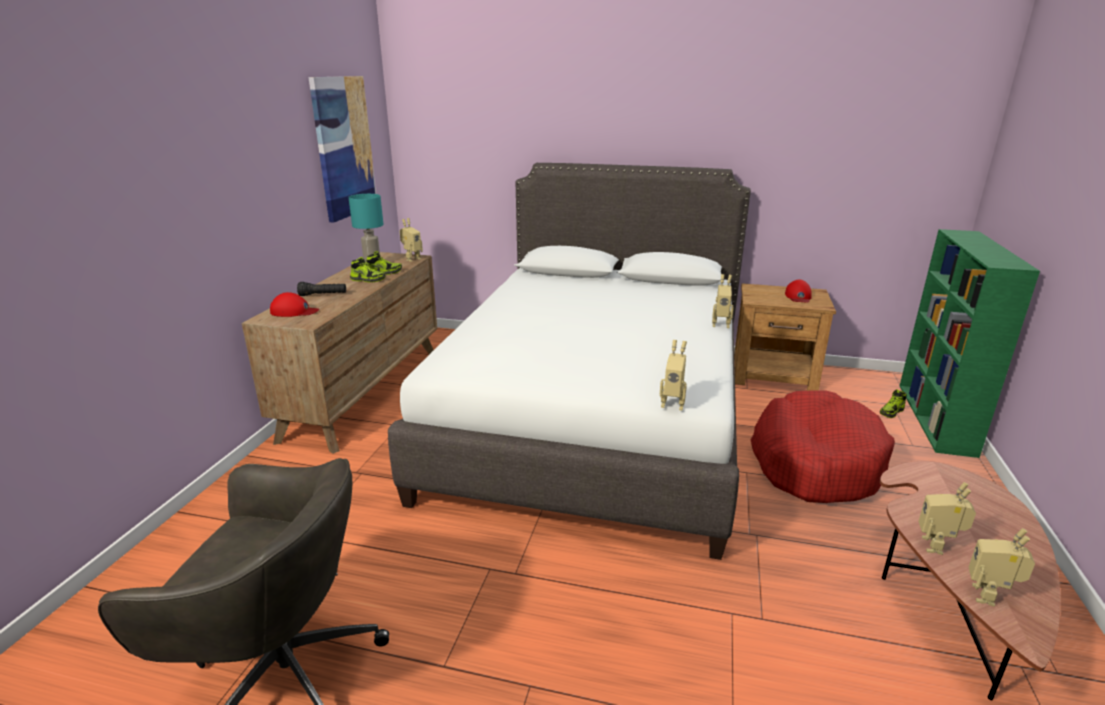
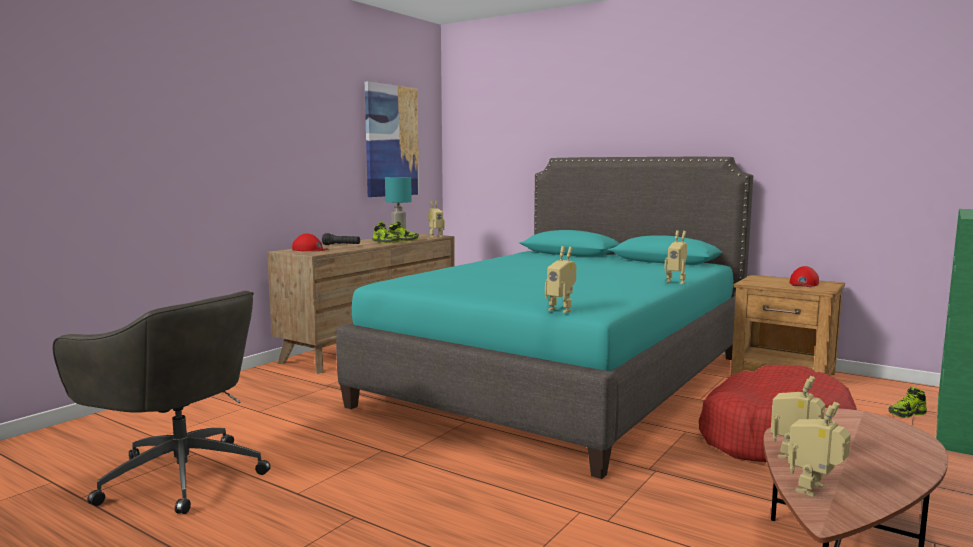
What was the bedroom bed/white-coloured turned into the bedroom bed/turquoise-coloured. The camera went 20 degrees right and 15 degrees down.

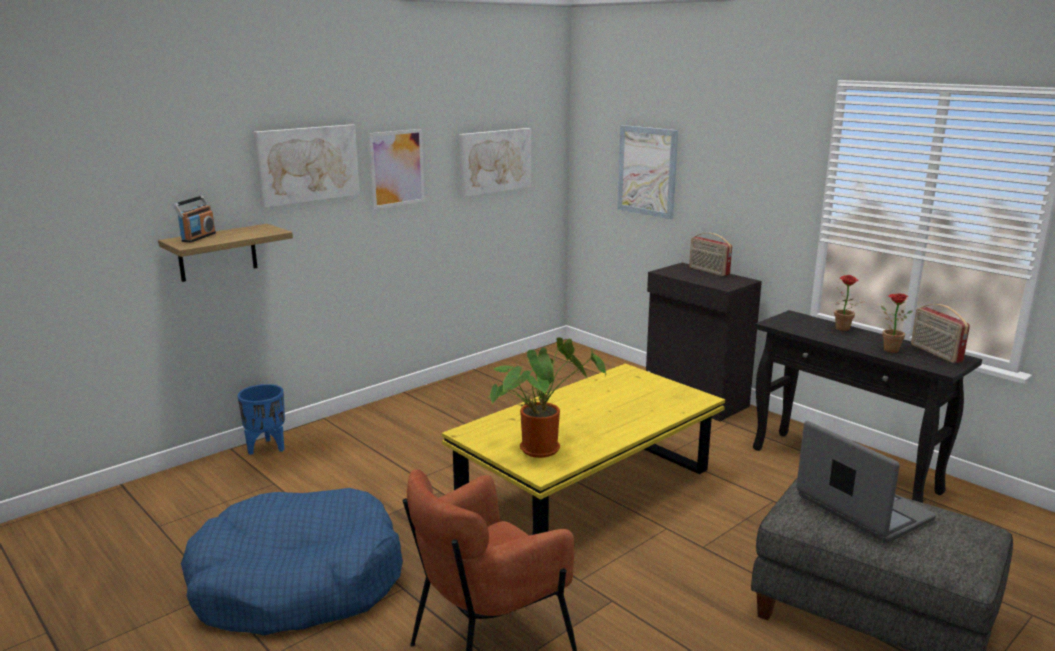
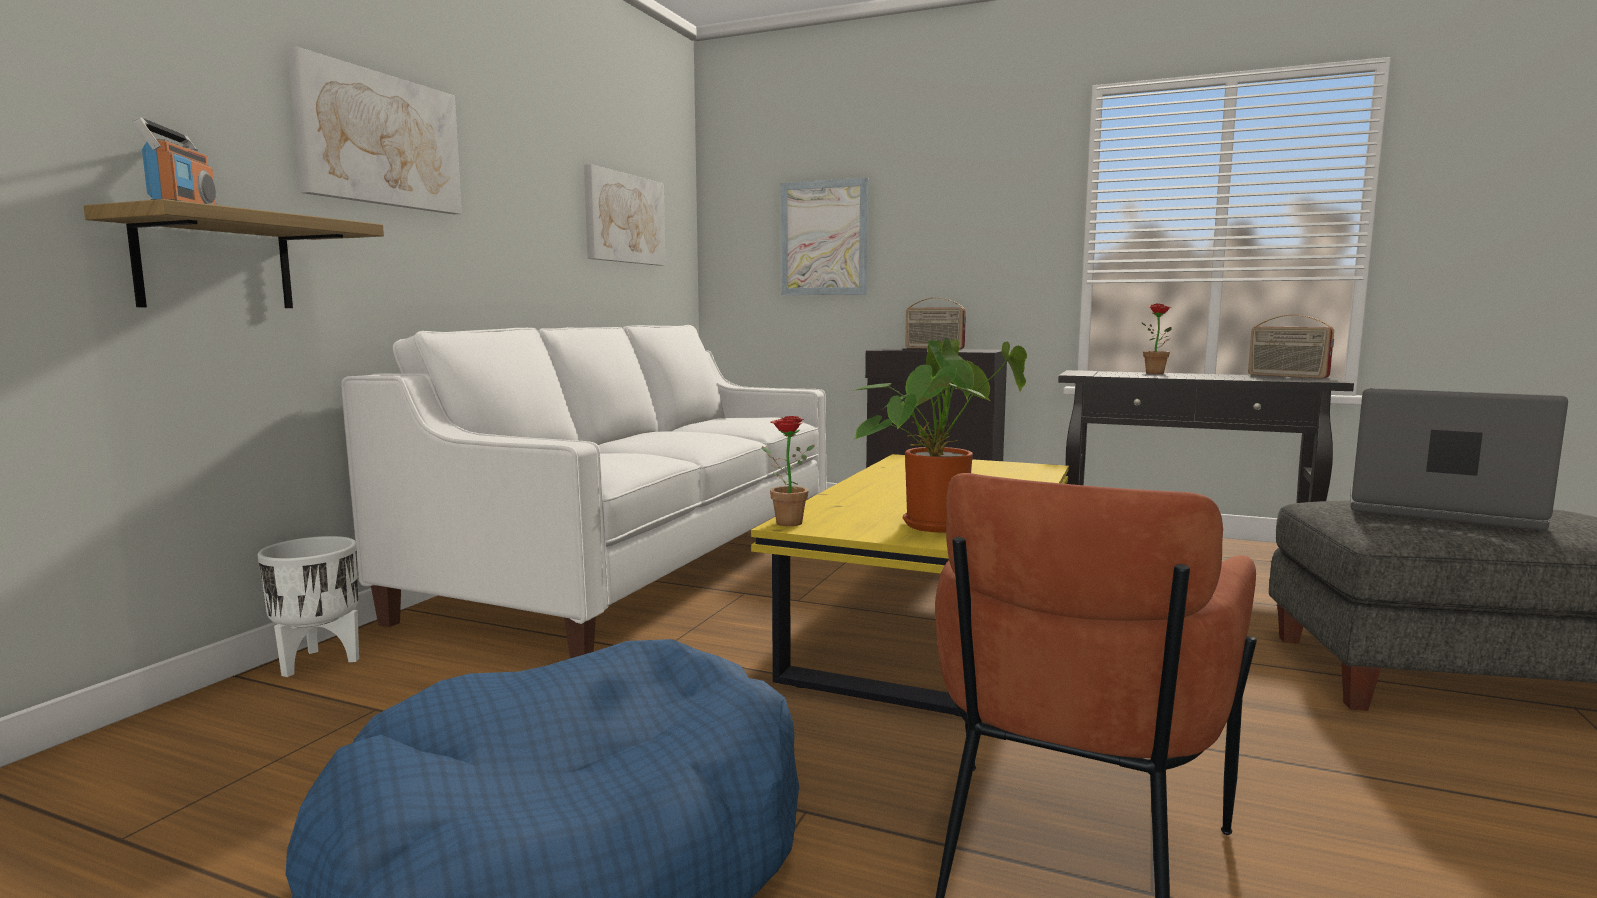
What was the plant pot/bluish turned into the plant pot/white-coloured. The second view lost the picture (2nd from left). The houseplant (3rd from left in the first image) ended up elsewhere. The second view gained the couch/white-coloured. The camera went 25 degrees left and 10 degrees down.

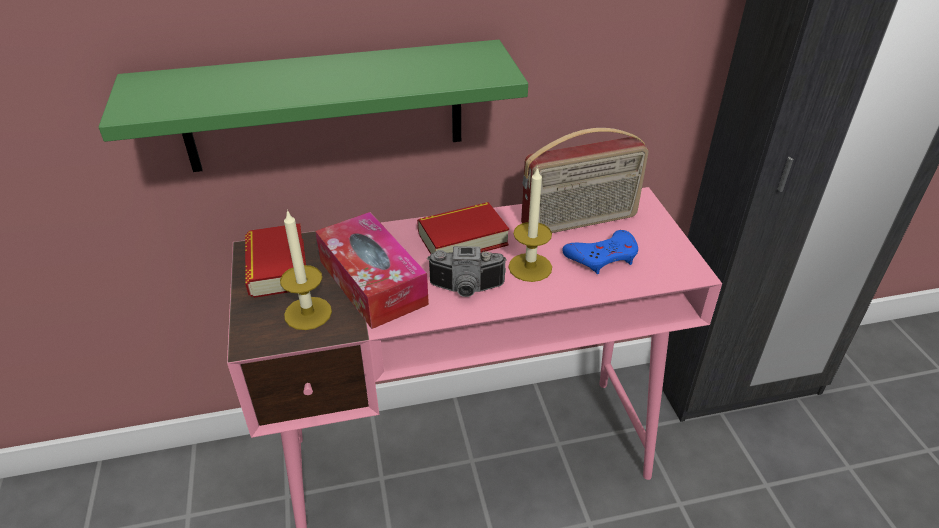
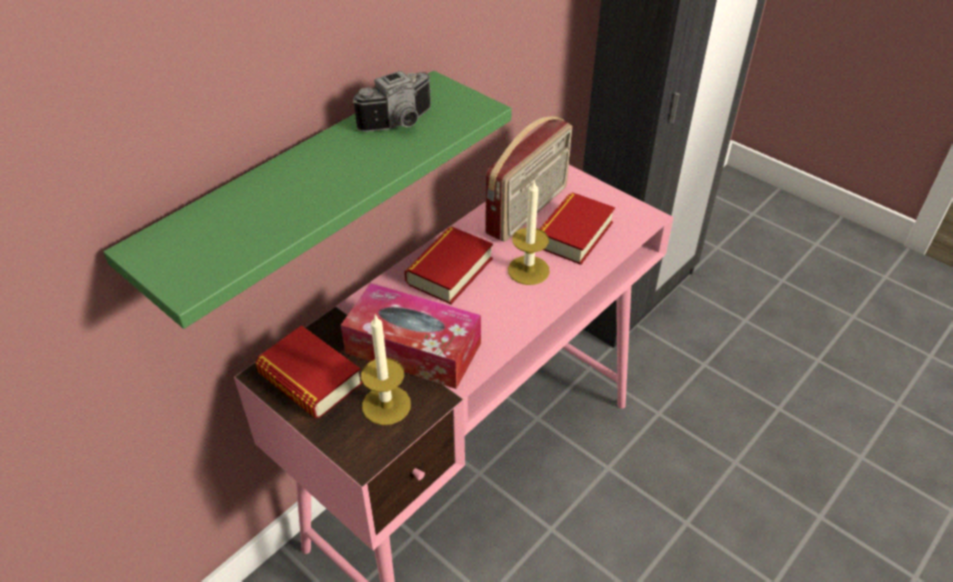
The photo camera ended up elsewhere. Where the game controller/bluish stood, the bound book (3rd from left) came to stand. The camera went 35 degrees left and 5 degrees up.

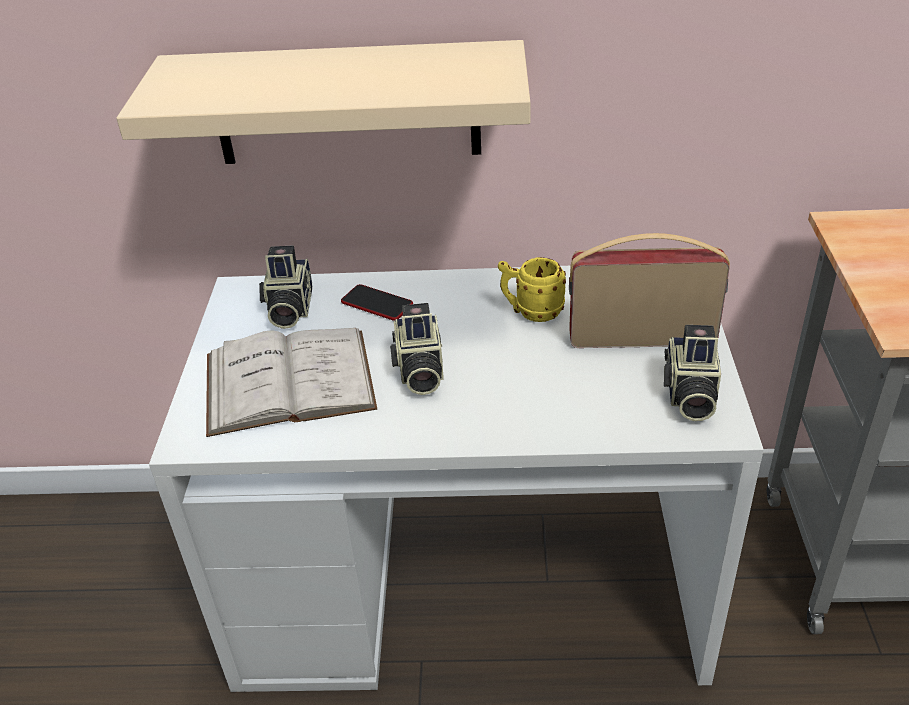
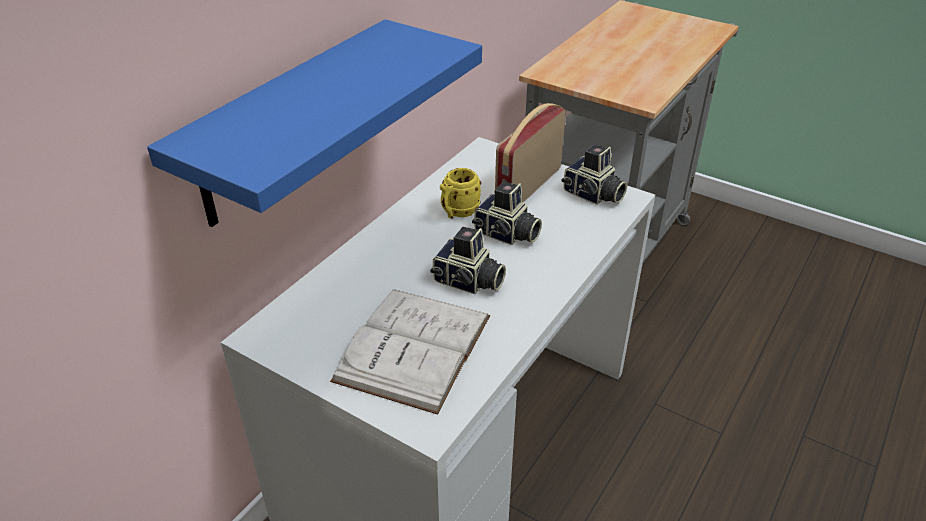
What was the shelf/sand-coloured turned into the shelf/bluish. The photo camera (1st from left in the first image) ended up elsewhere. The second view lost the telephone. The camera went 60 degrees left and 0 degrees up.

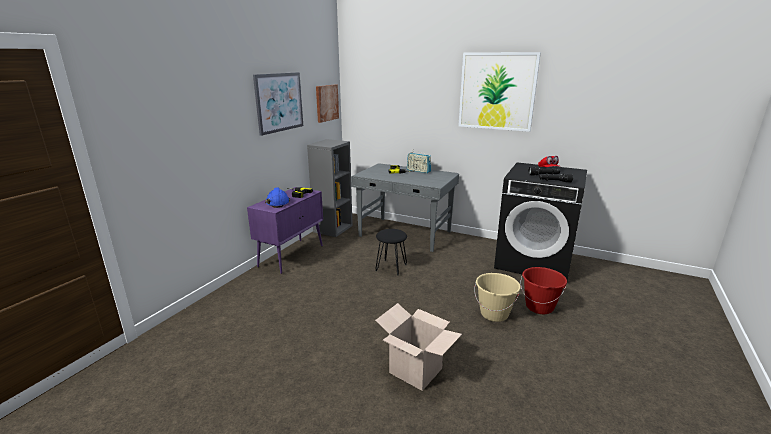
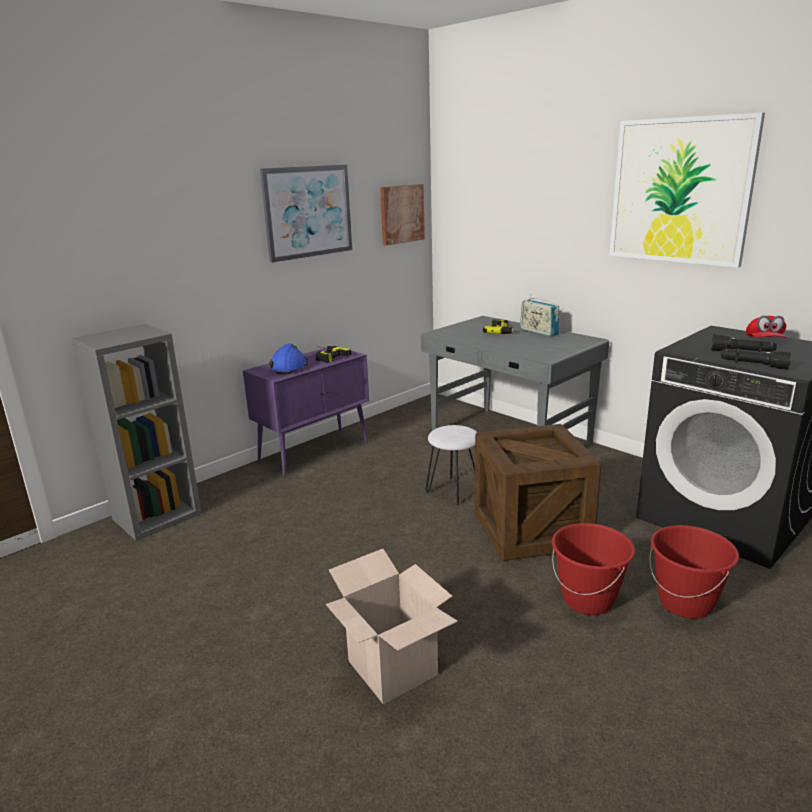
The bookcase/gray ended up elsewhere. What was the sitting stool/blackish turned into the sitting stool/white-coloured. What was the pail/sand-coloured turned into the pail/reddish (1st from left). The second view gained the packing crate. The camera went 20 degrees right and 0 degrees up.

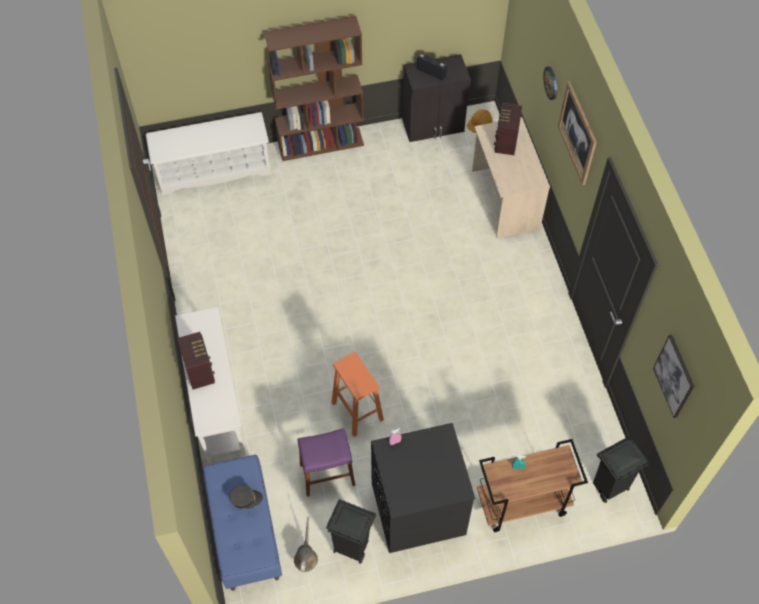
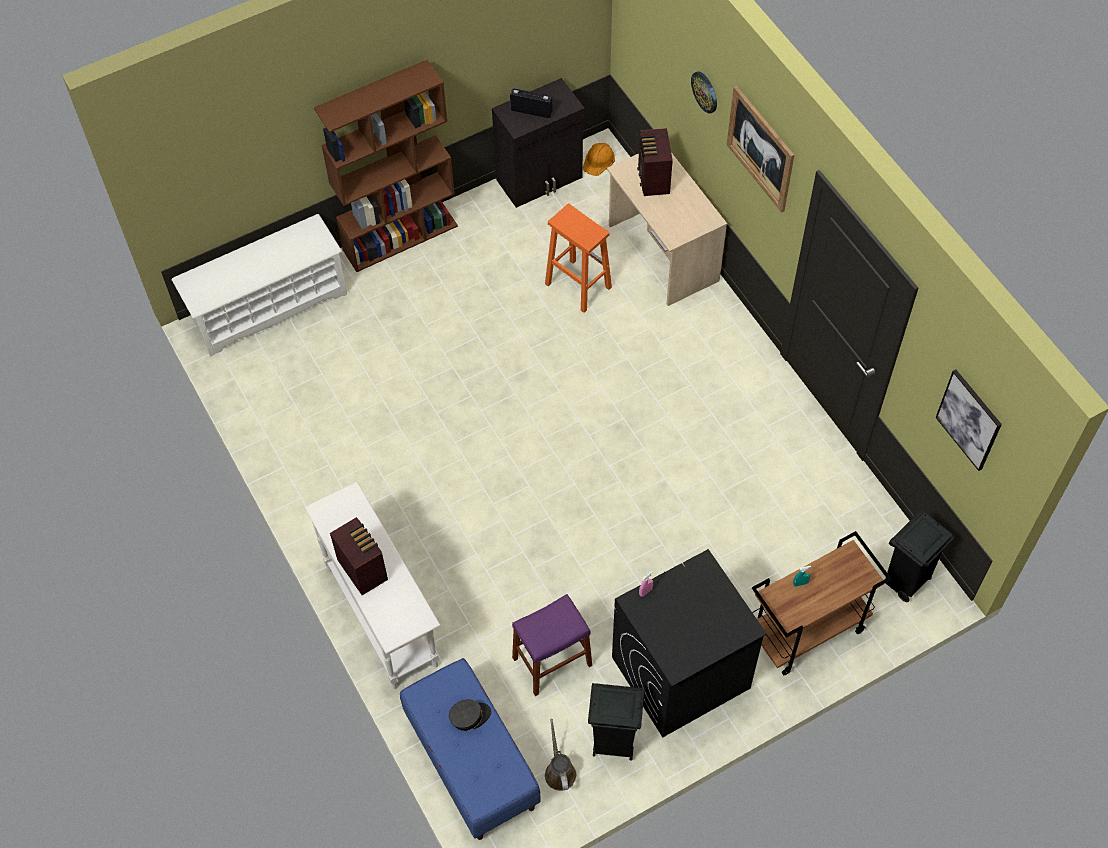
The sitting stool/orange-coloured ended up elsewhere. The camera went 15 degrees left and 0 degrees up.

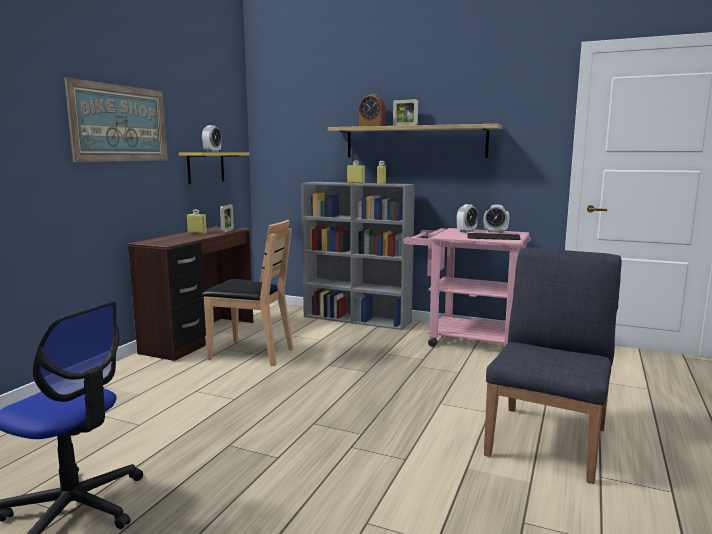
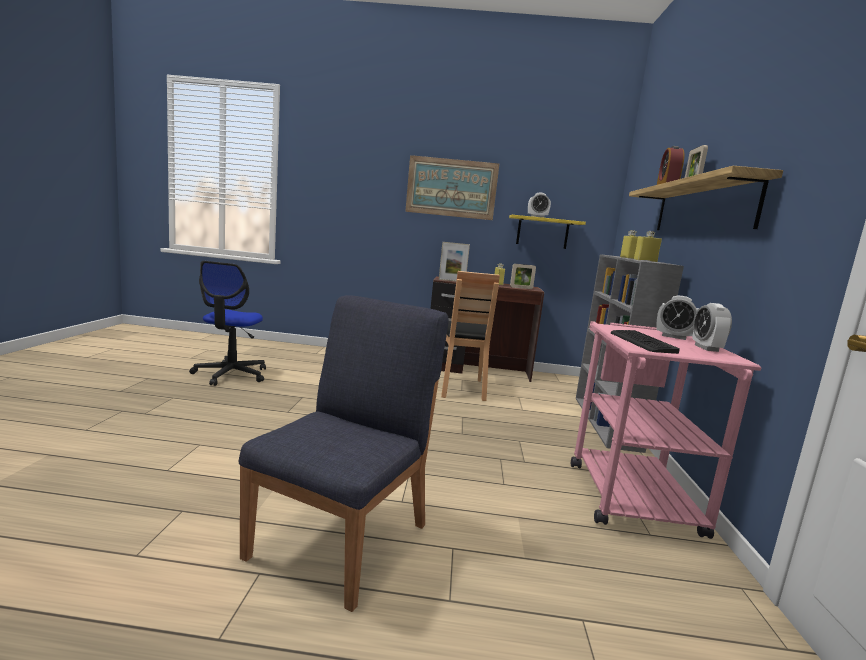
The plain chair/bluish ended up facing another way, 75 degrees counterclockwise from before. The second view gained the photo frame (1st from left). The camera went 70 degrees right and 0 degrees up.

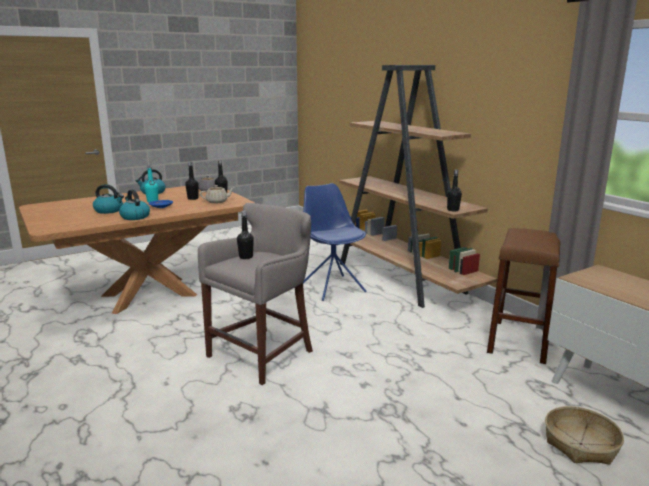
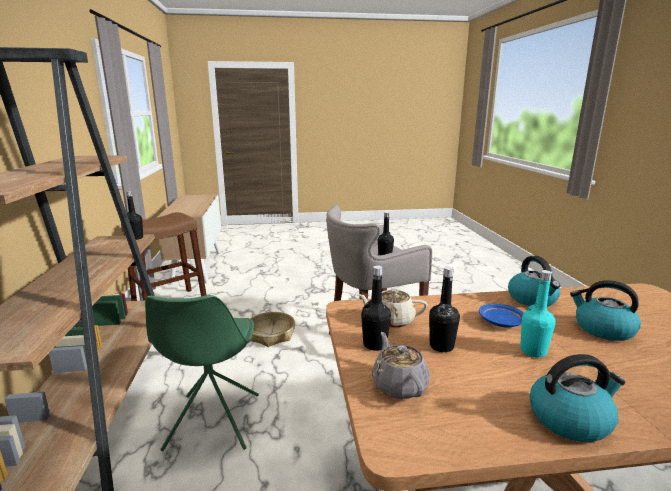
What was the plain chair/bluish turned into the plain chair/green. The household basket ended up elsewhere. The camera went 155 degrees left and 0 degrees up.

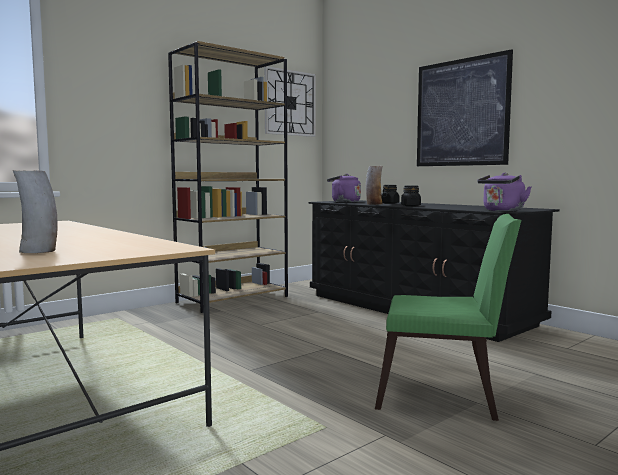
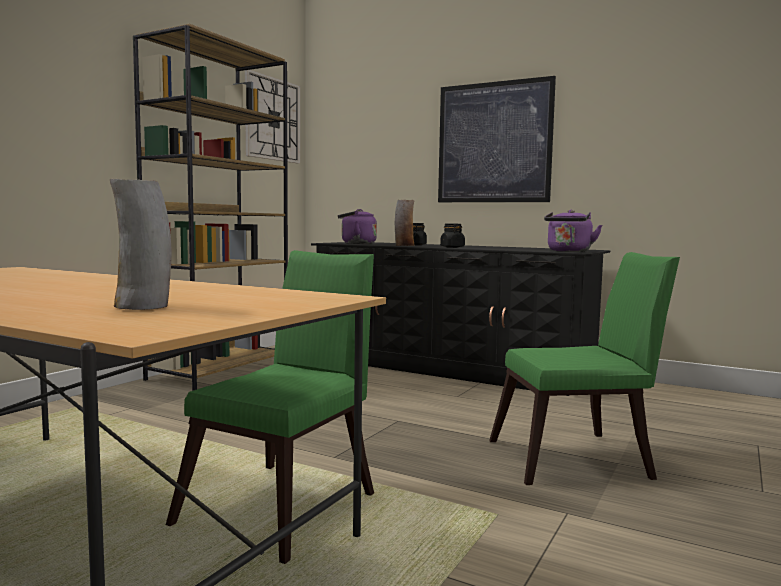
The second view gained the plain chair/green (1st from left). The camera went 20 degrees left and 0 degrees up.

